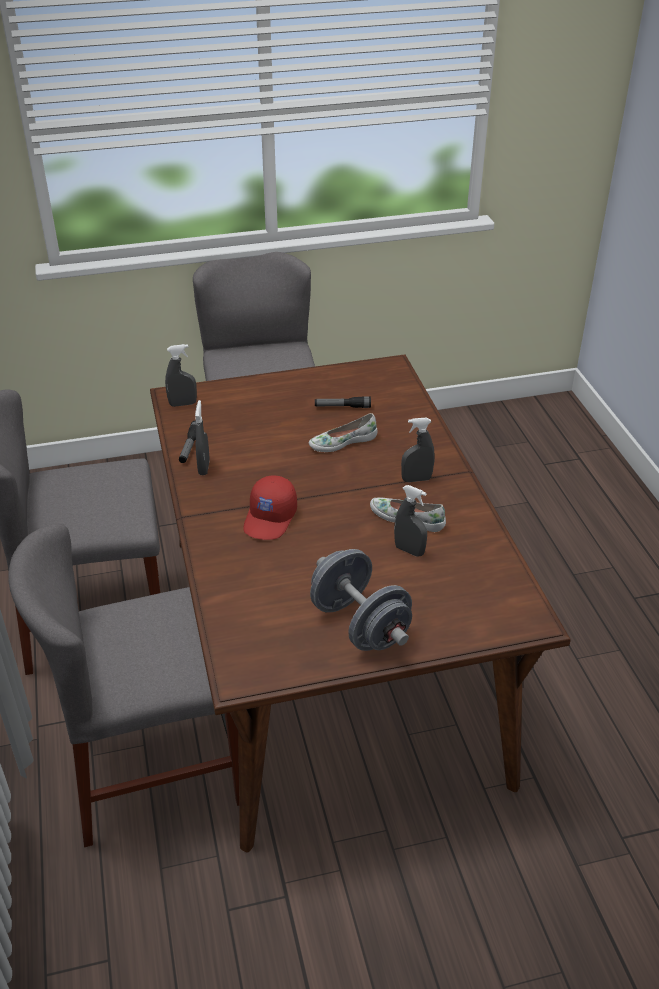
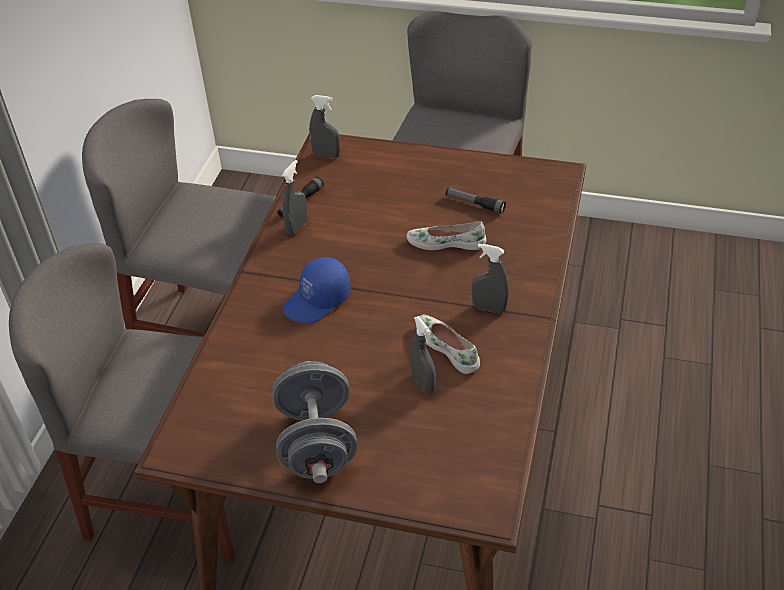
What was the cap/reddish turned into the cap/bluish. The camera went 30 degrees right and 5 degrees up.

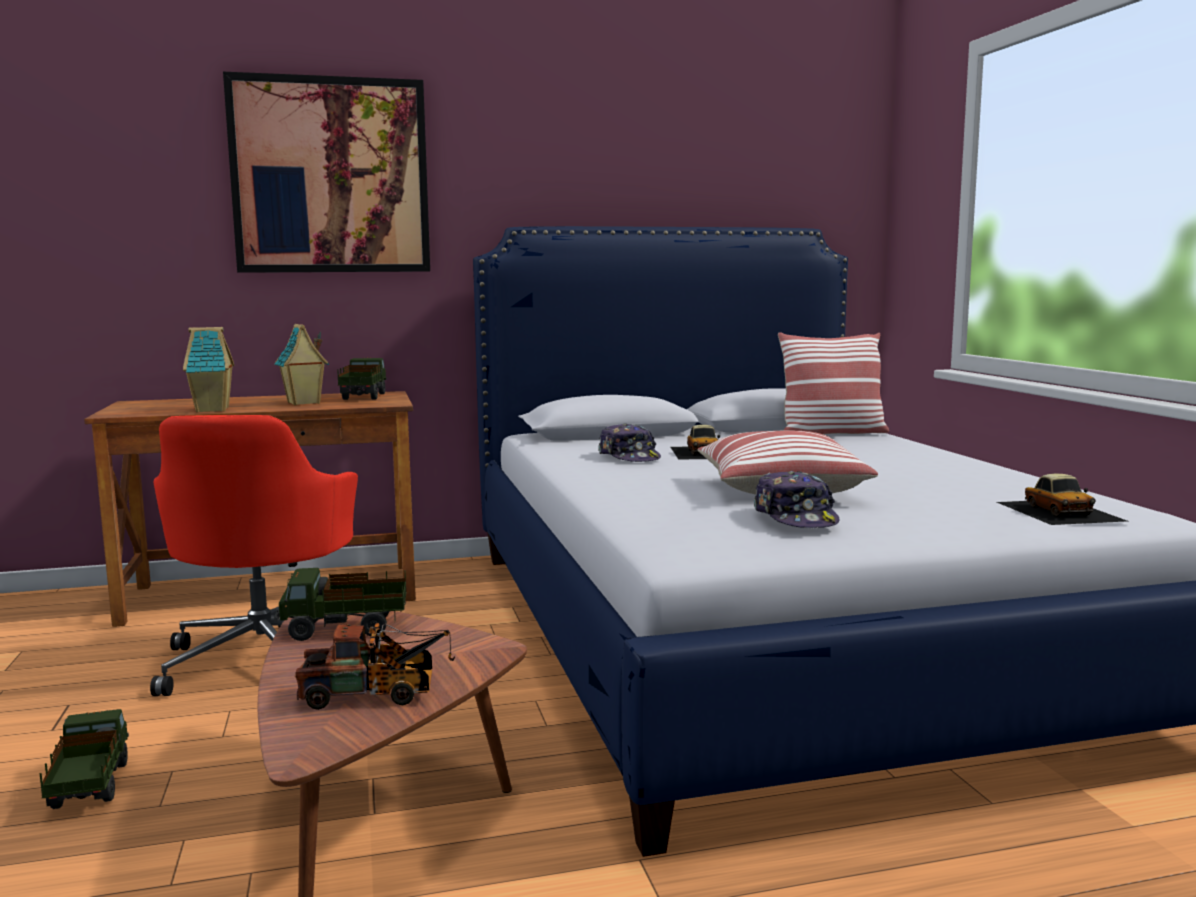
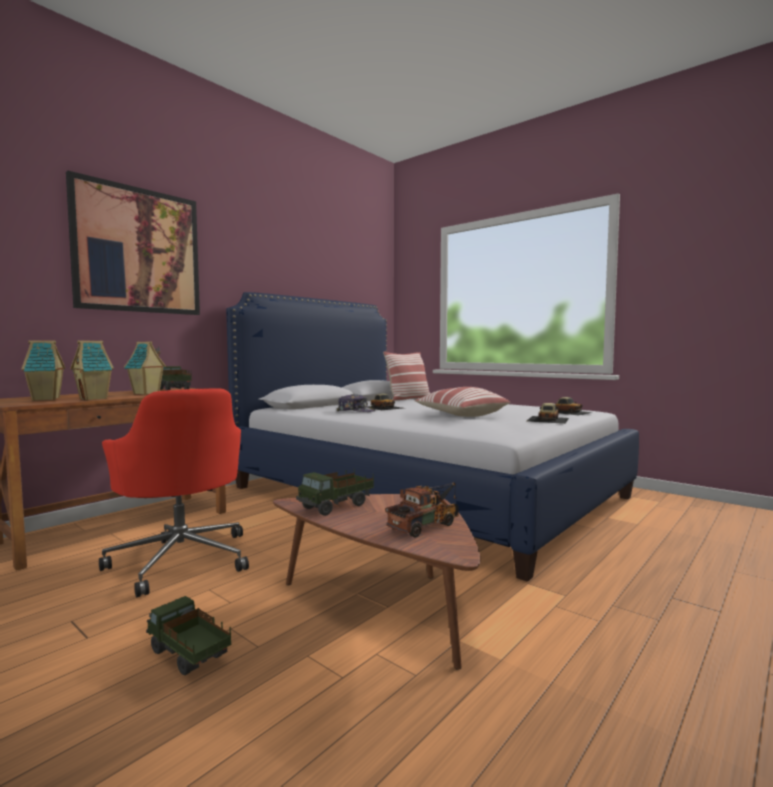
The second view lost the cap (2nd from left). The second view gained the toy house (1st from left). The second view gained the model car (2nd from left). The camera went 35 degrees left and 5 degrees down.

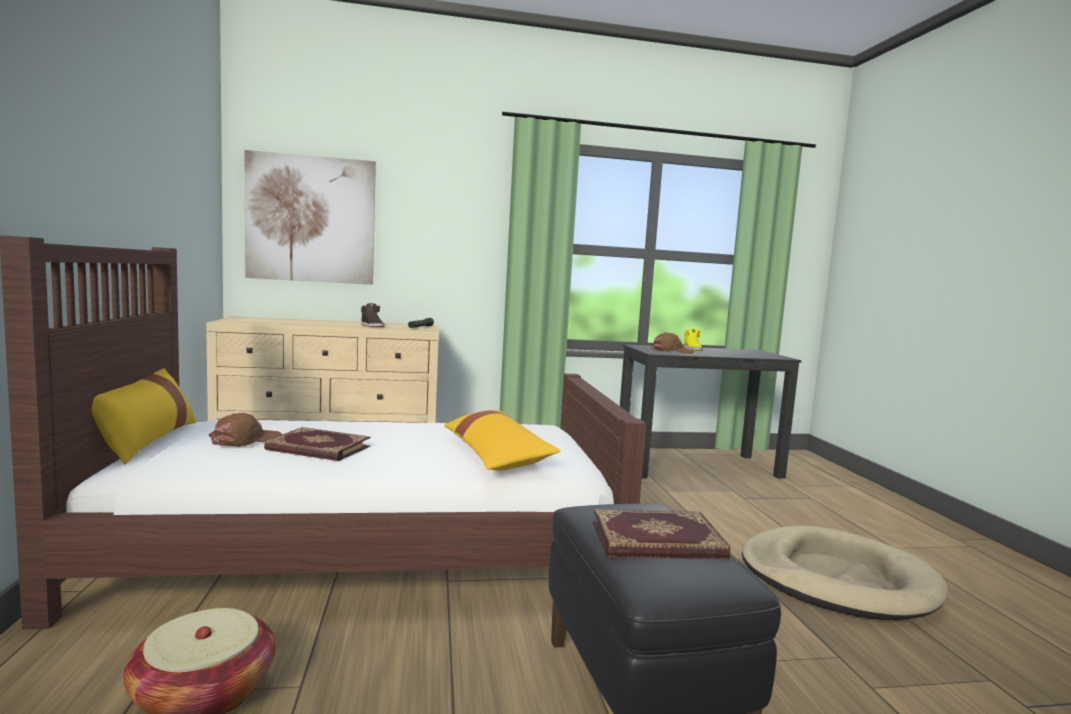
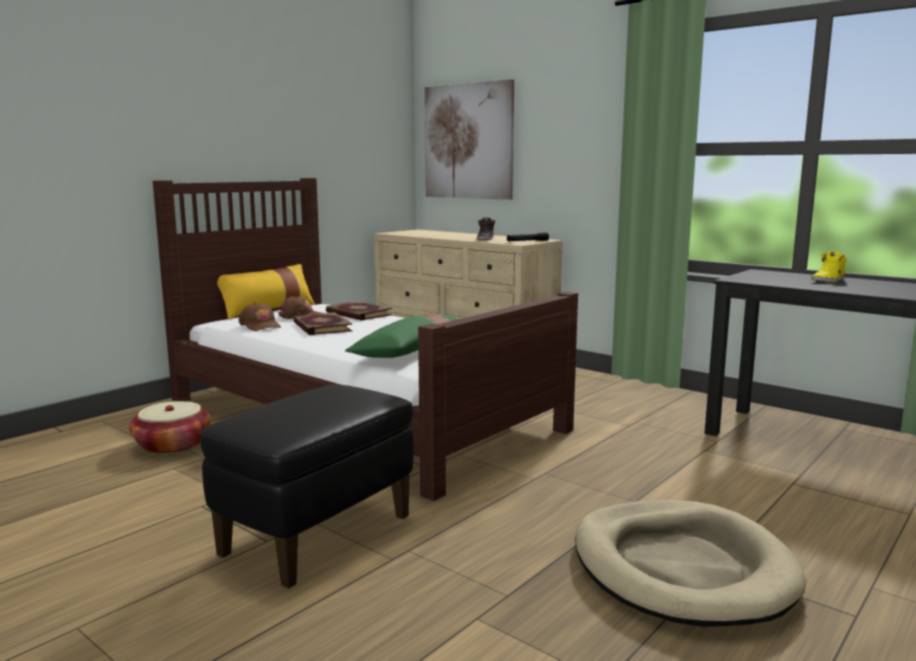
What was the throw pillow/yellow (2nd from left) turned into the throw pillow/green. The bound book (2nd from left) ended up elsewhere. The cap/brownish (2nd from left in the first image) ended up elsewhere. The camera went 50 degrees right and 5 degrees up.

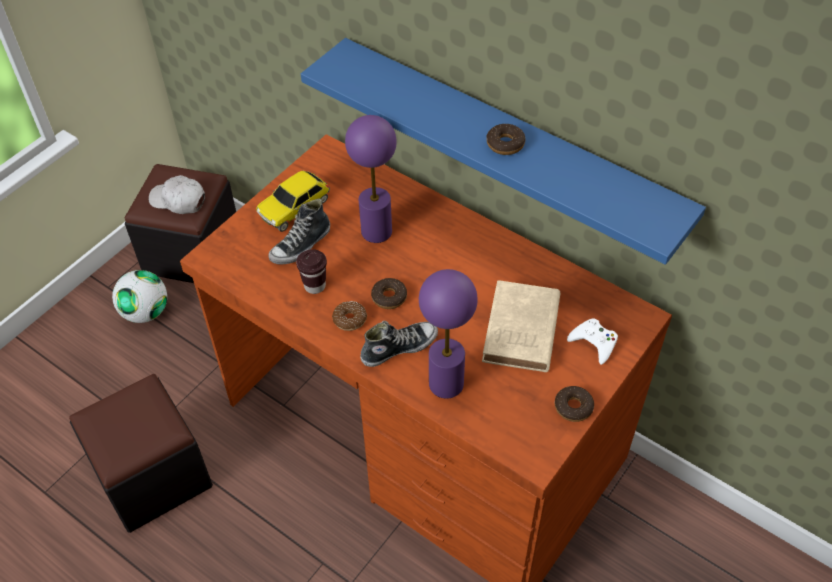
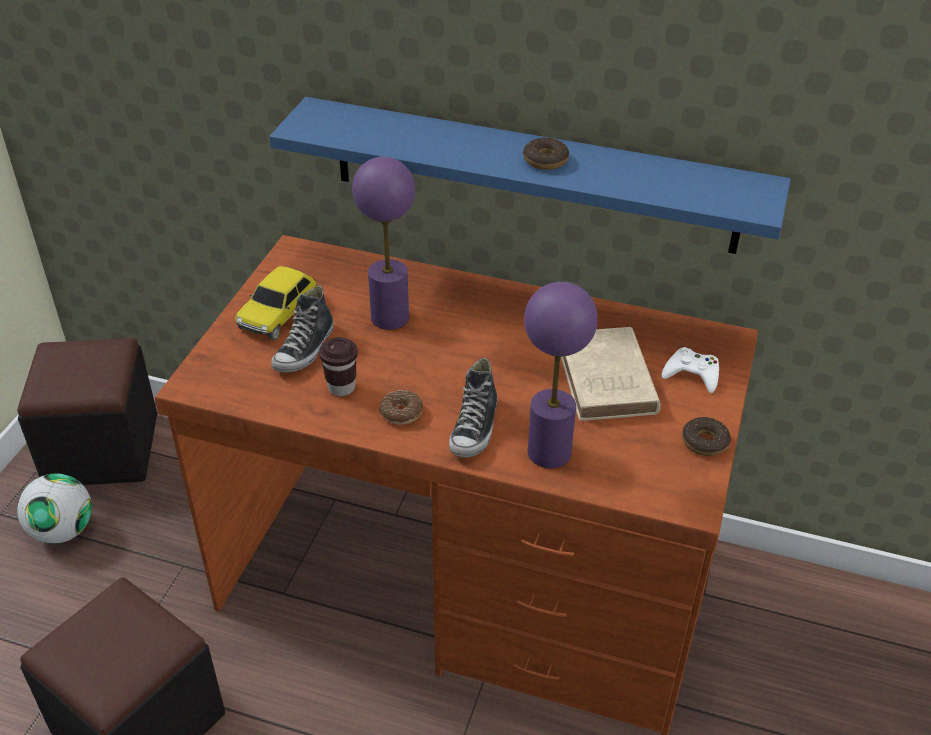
The second view lost the cap/white-coloured. The item of footwear (2nd from left) ended up facing another way, 150 degrees clockwise from before. The second view lost the donut (2nd from left). The camera went 20 degrees left and 10 degrees down.

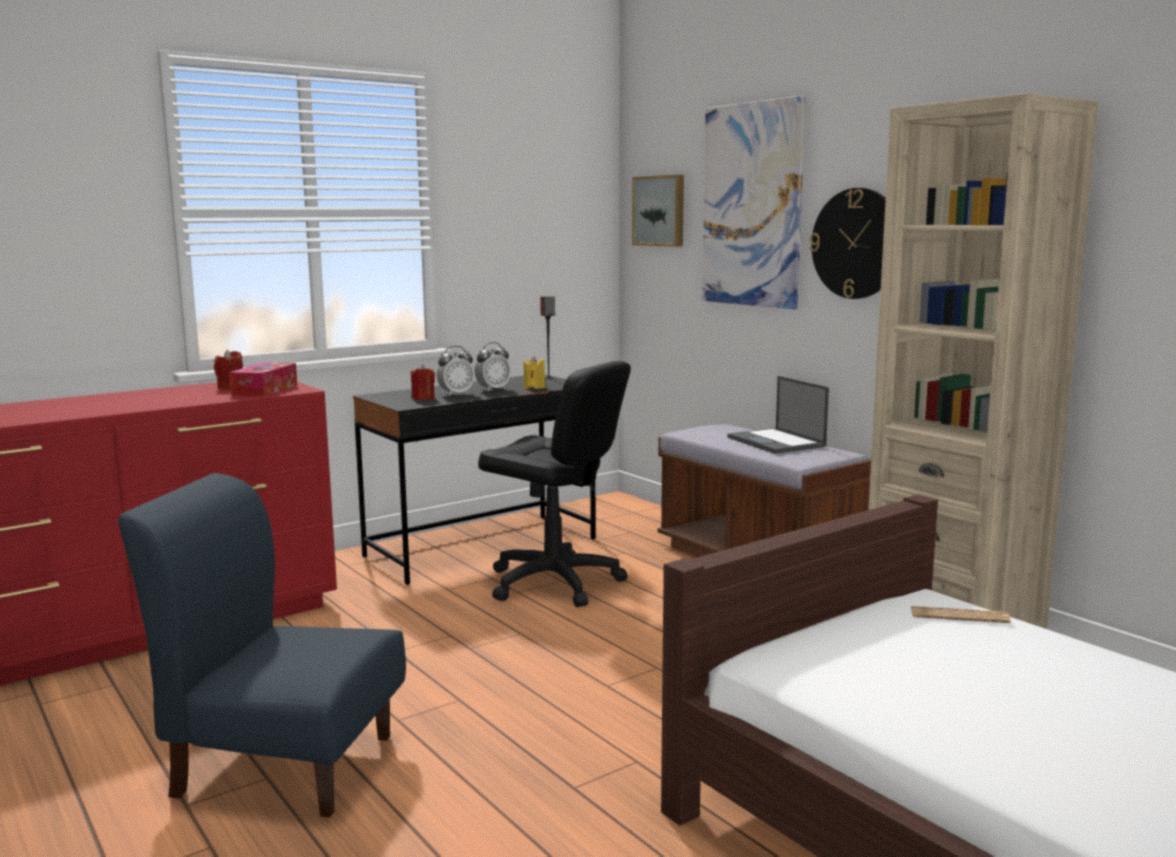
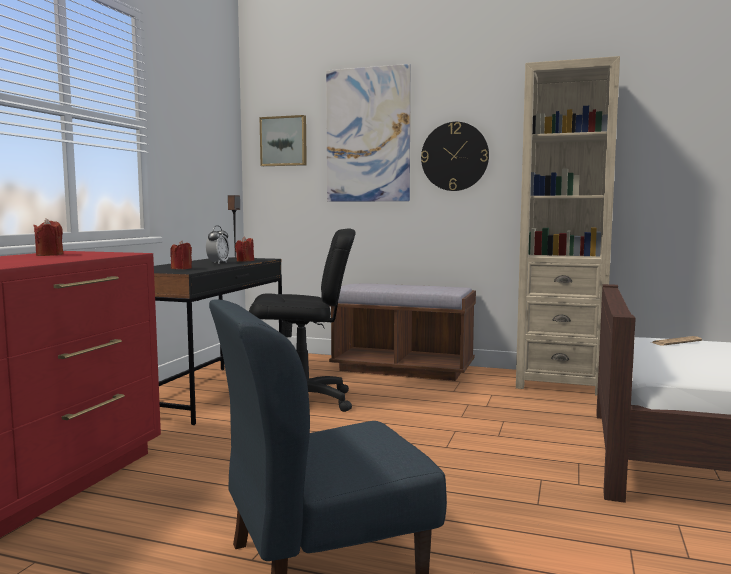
The second view lost the tissue holder. The second view lost the alarm clock (1st from left). What was the wax candle/yellow turned into the wax candle/reddish (3rd from left). The second view lost the laptop. The camera went 35 degrees left and 5 degrees down.

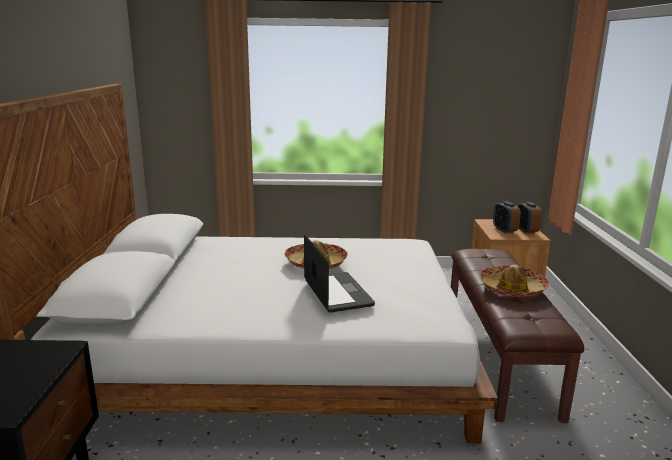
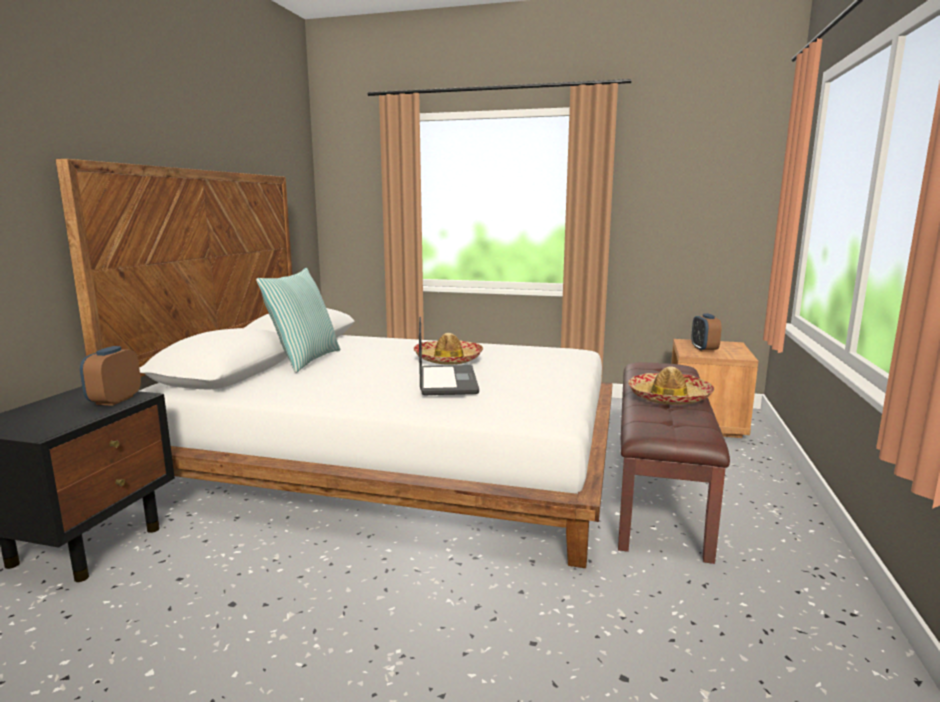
The alarm clock (2nd from left in the first image) ended up elsewhere. The second view gained the throw pillow. The camera went 15 degrees right and 5 degrees down.

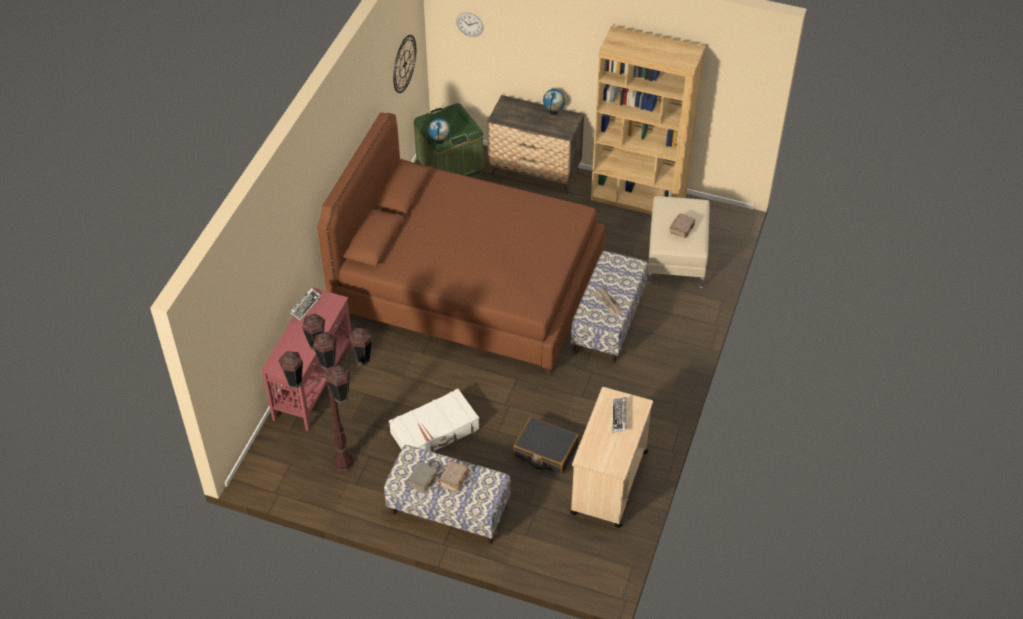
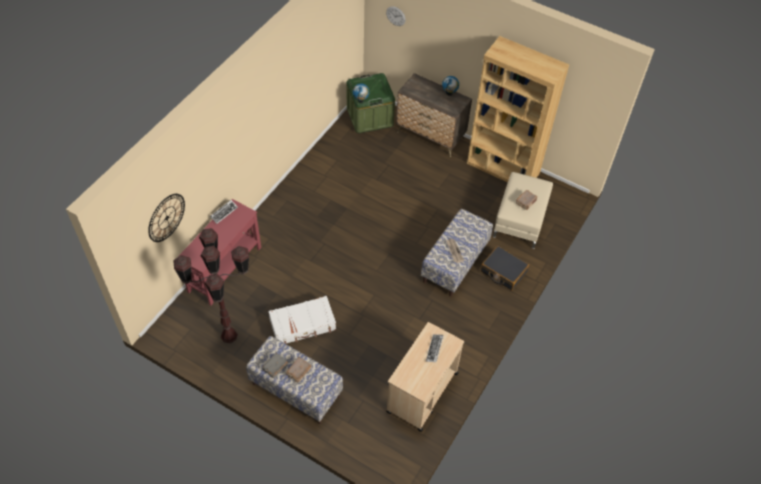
The second view lost the bedroom bed/brownish. The wall clock (1st from left) ended up elsewhere. The suitcase/blackish ended up elsewhere. The camera went 10 degrees right and 5 degrees up.

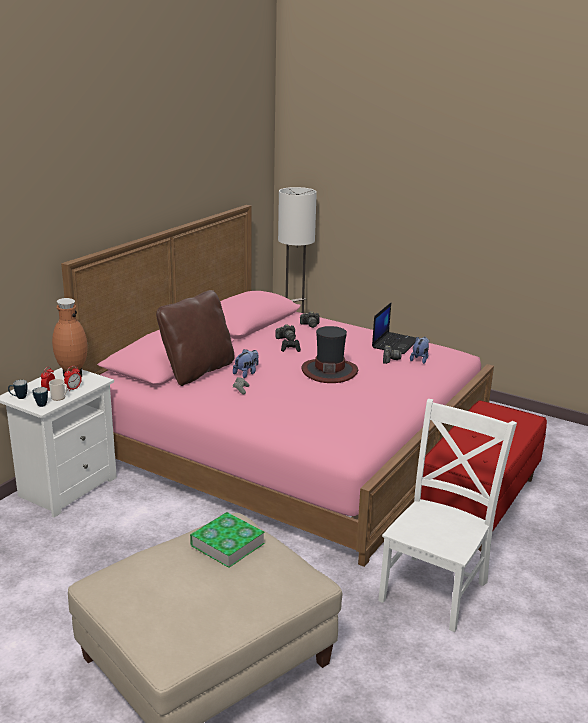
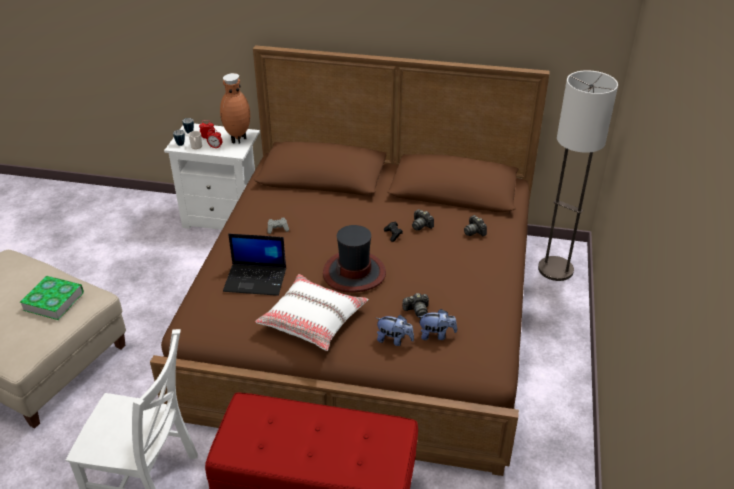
What was the bedroom bed/pinkish turned into the bedroom bed/brownish. The second view lost the throw pillow/brownish. The soft toy (1st from left) ended up elsewhere. The laptop ended up elsewhere. The second view gained the throw pillow/white-coloured. The camera went 70 degrees right and 15 degrees up.

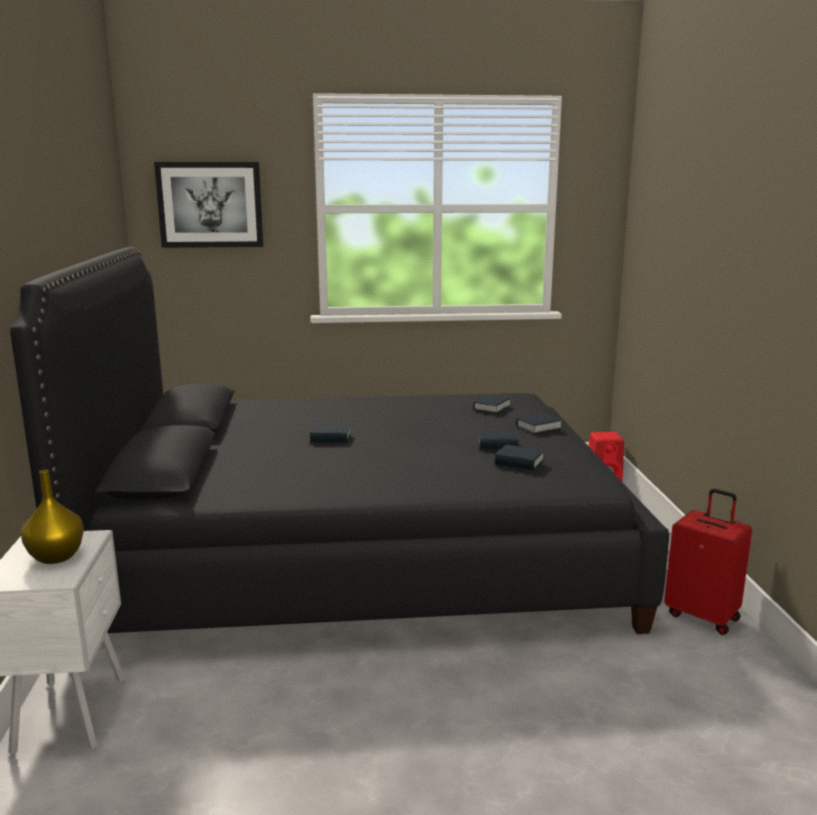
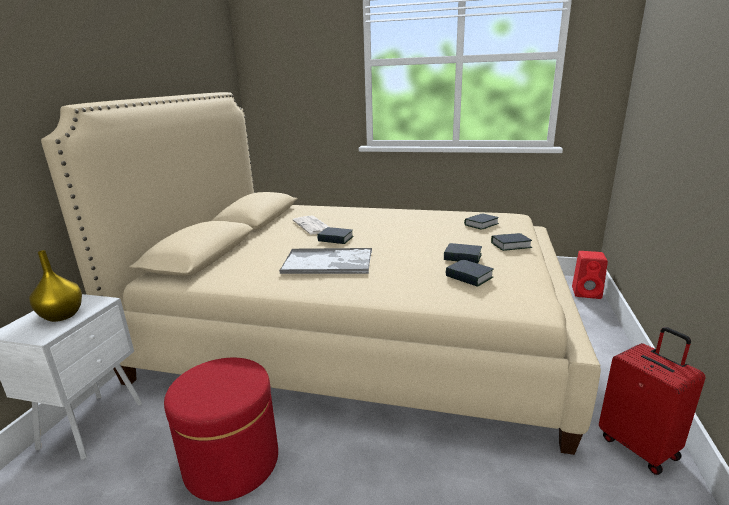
What was the bedroom bed/blackish turned into the bedroom bed/sand-coloured. The second view lost the picture. The second view gained the ottoman/reddish. The second view gained the serving tray. The second view gained the daily paper. The camera went 20 degrees right and 5 degrees up.

